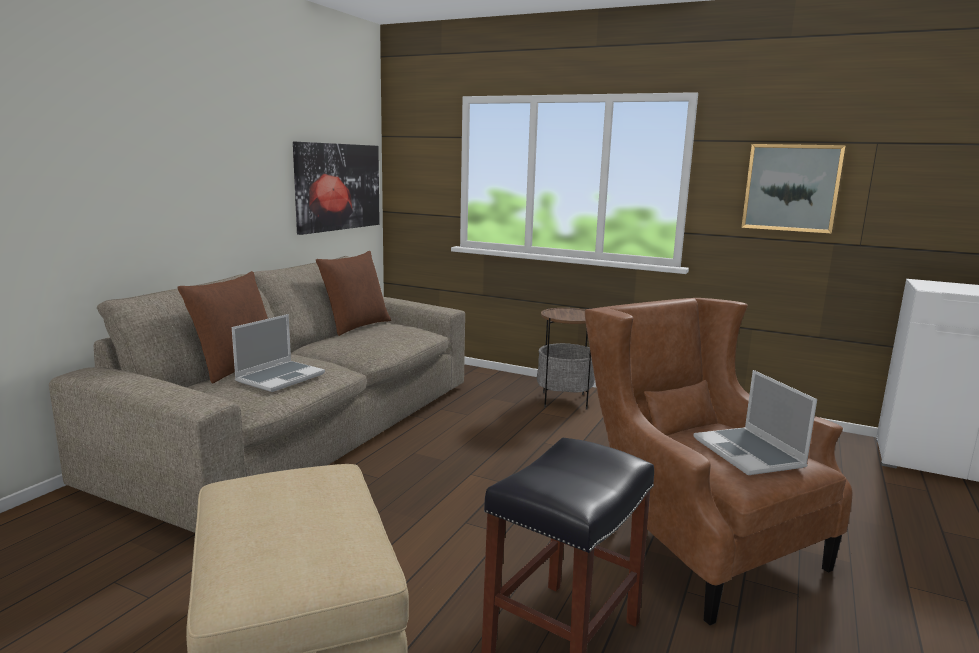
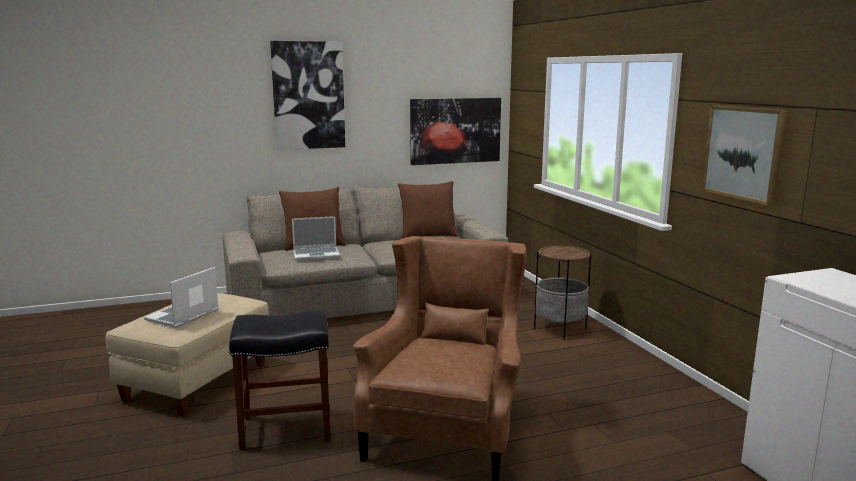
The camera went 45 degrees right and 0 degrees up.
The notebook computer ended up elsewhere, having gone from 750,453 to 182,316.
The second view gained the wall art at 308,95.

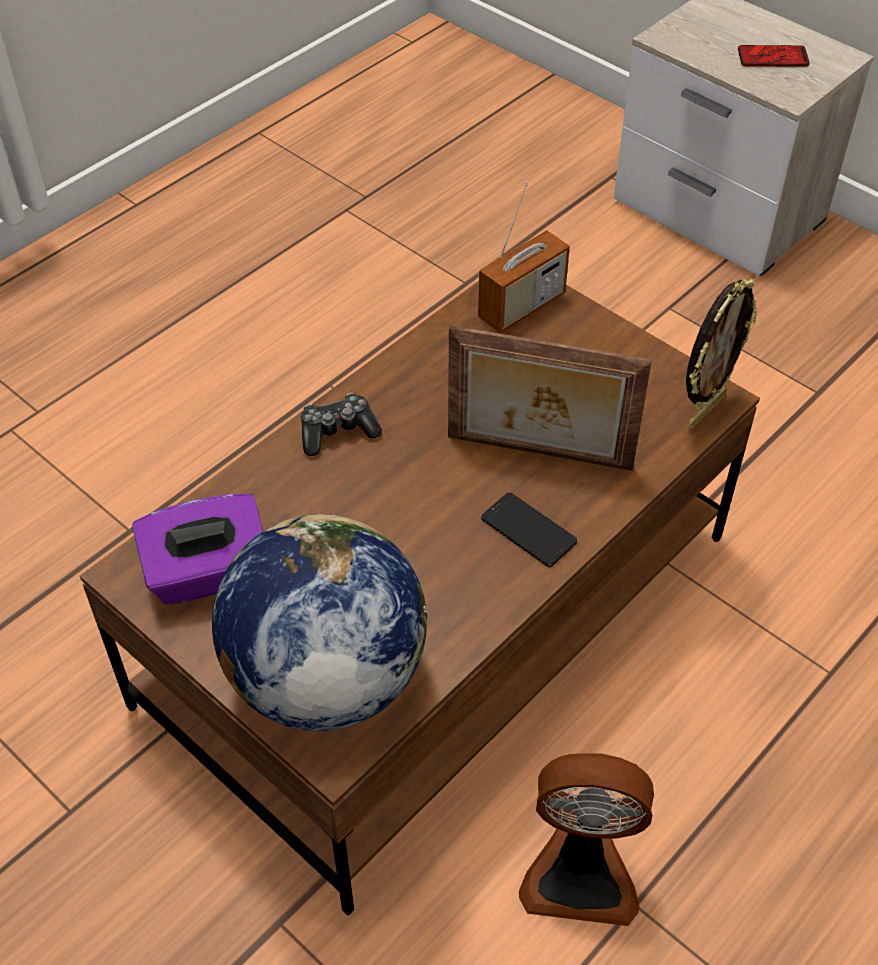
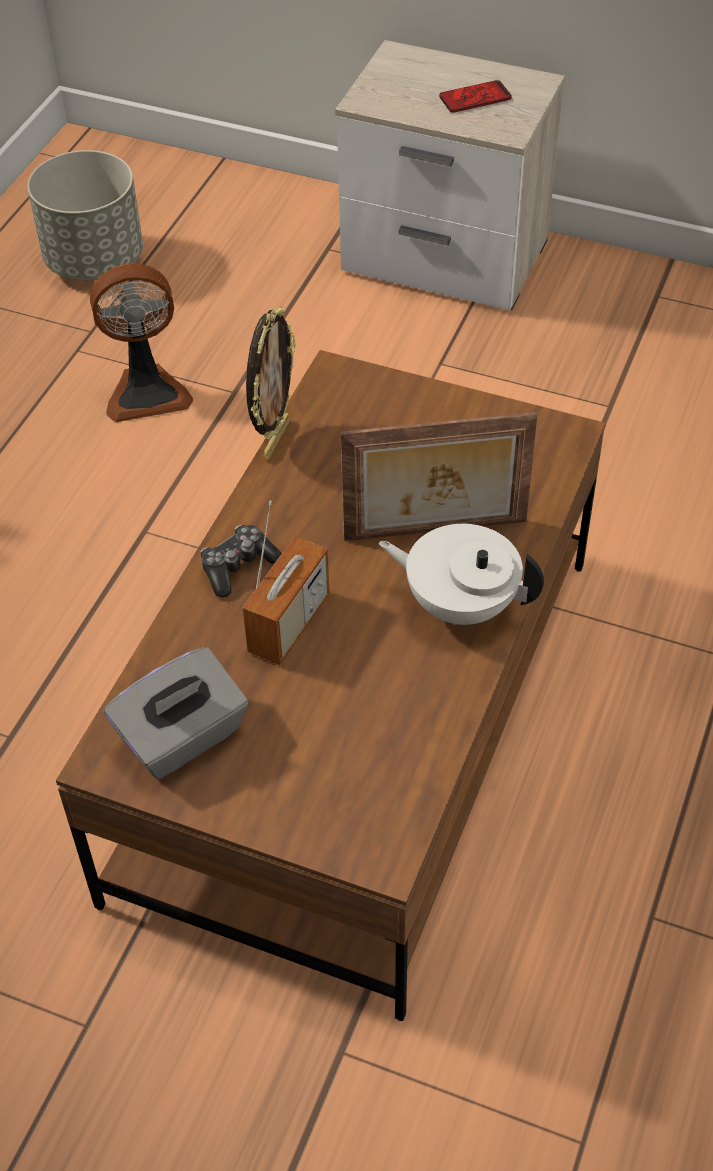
The camera went 20 degrees left and 0 degrees up.
What was the purplish tissue holder at 208,574 turned into the gray tissue holder at 183,738.
The second view lost the globe at 325,677.
The radio receiver ended up elsewhere, having gone from 521,306 to 289,624.
Where the phone stood at 528,530, the white teapot came to stand at 460,603.
The electric fan ended up elsewhere, having gone from 580,872 to 147,392.
The standing frame ended up elsewhere, having gone from 704,410 to 275,439.
The second view gained the gray flower pot at 95,261.

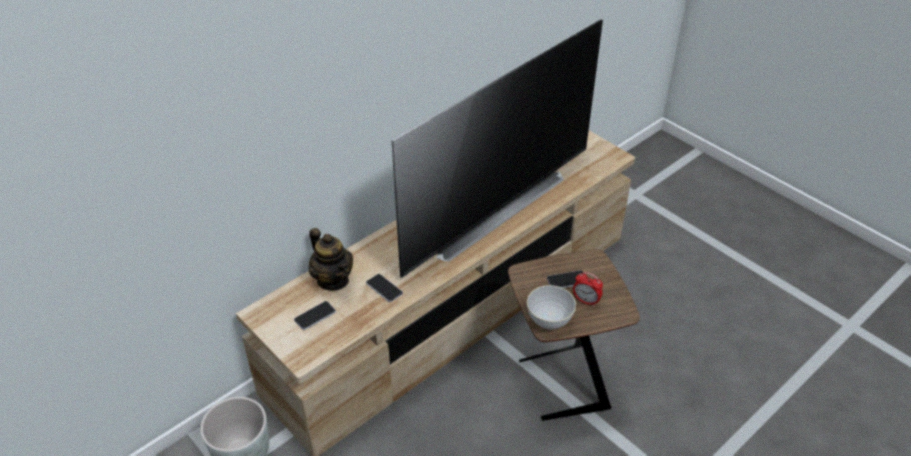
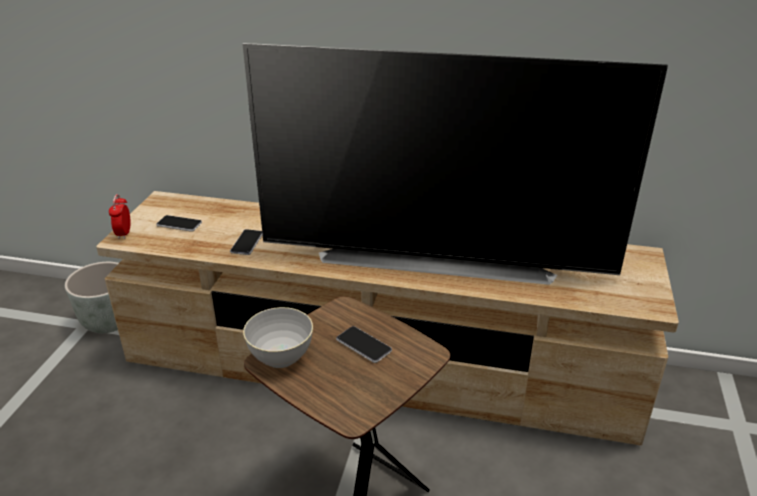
The camera went 55 degrees right and 10 degrees down.
The second view lost the teapot at 333,280.
The alarm clock ended up elsewhere, having gone from 586,301 to 124,233.

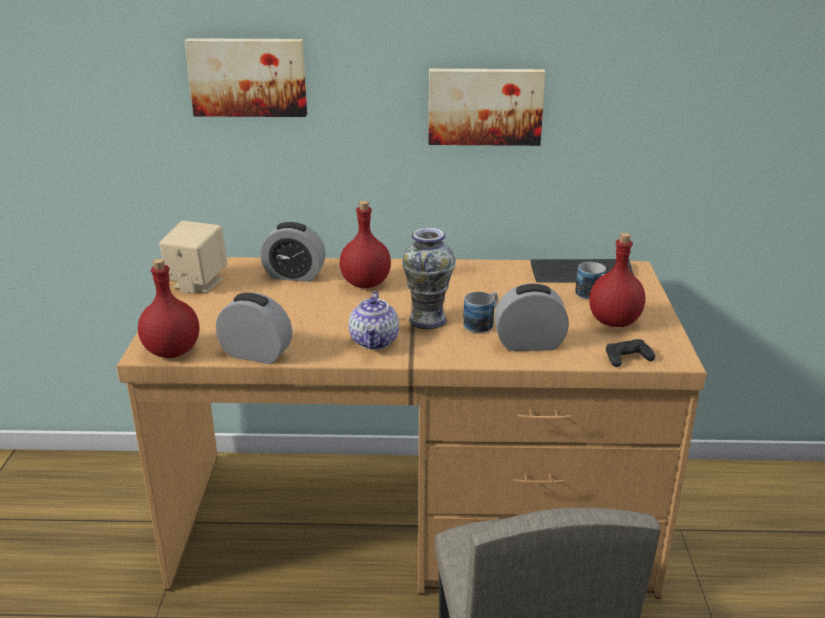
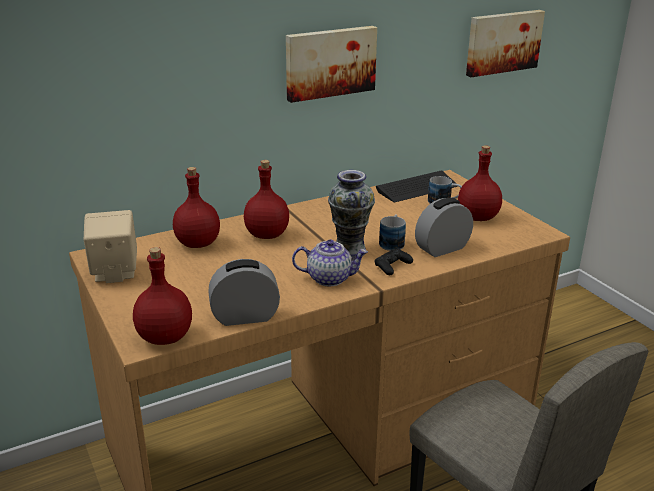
The camera went 30 degrees left and 0 degrees up.
The wall art ended up elsewhere, having gone from 248,77 to 502,42.
Where the alarm clock stood at 294,275, the red-coloured drink bottle came to stand at 198,243.
The teapot at 375,341 ended up facing another way, 60 degrees counterclockwise from before.
The blackish gamepad ended up elsewhere, having gone from 627,358 to 392,266.

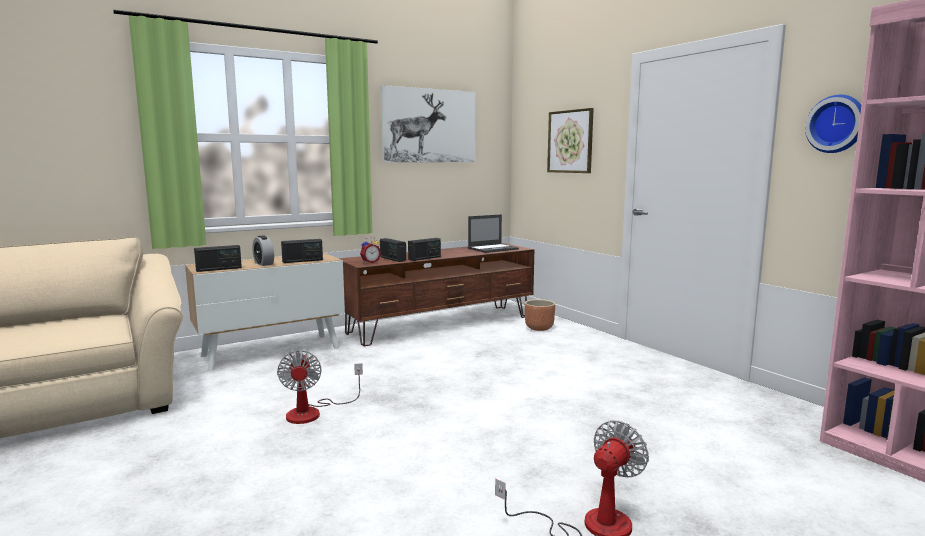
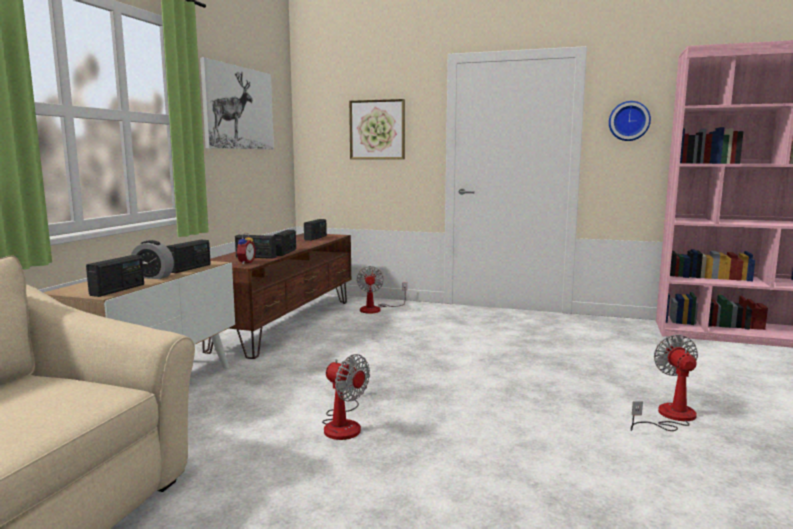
The camera went 40 degrees left and 0 degrees up.
Where the notebook computer stood at 493,249, the radio receiver came to stand at 315,238.
Where the brownish flower pot stood at 539,328, the electric fan came to stand at 376,309.

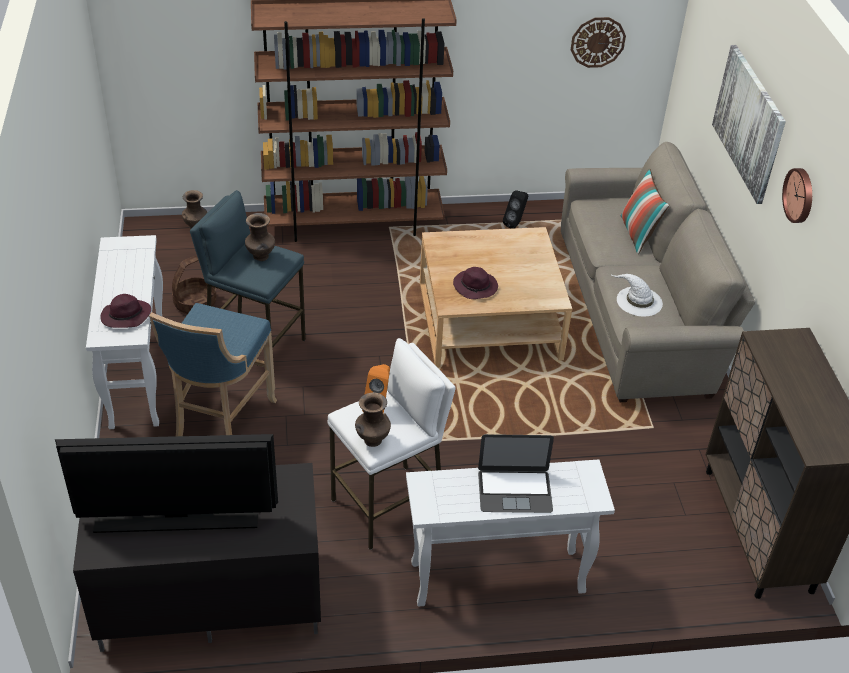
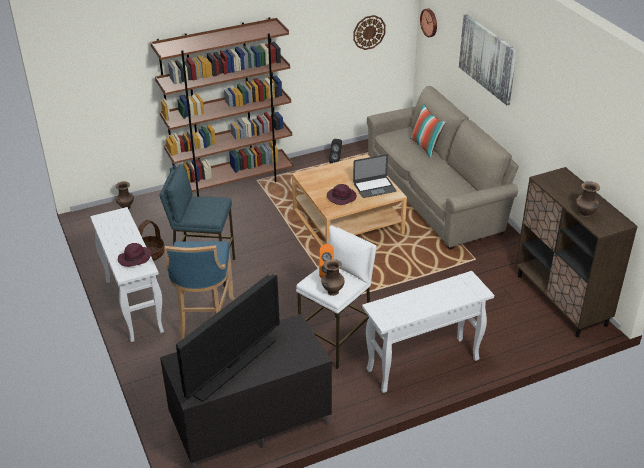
The camera went 15 degrees left and 5 degrees down.
The television at 176,520 ended up facing another way, 150 degrees clockwise from before.
The brownish vase ended up elsewhere, having gone from 261,257 to 585,214.
The notebook computer ended up elsewhere, having gone from 514,491 to 374,187.
The second view lost the white wearable hat at 638,301.
The wall clock ended up elsewhere, having gone from 800,195 to 429,22.

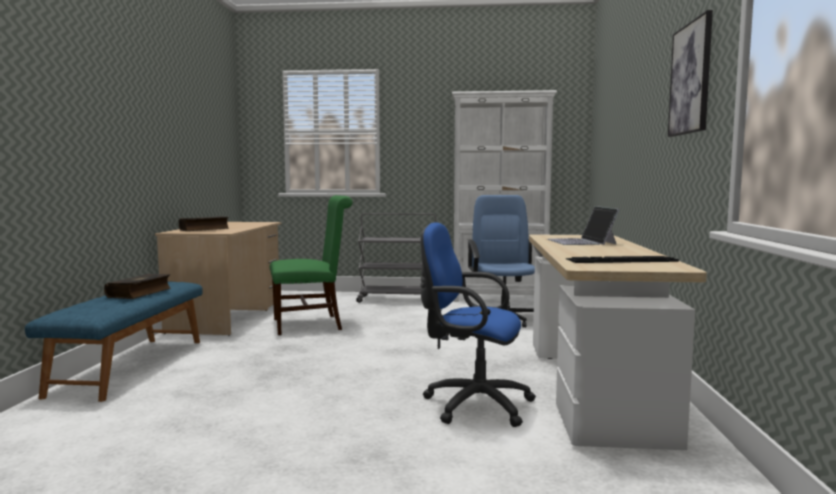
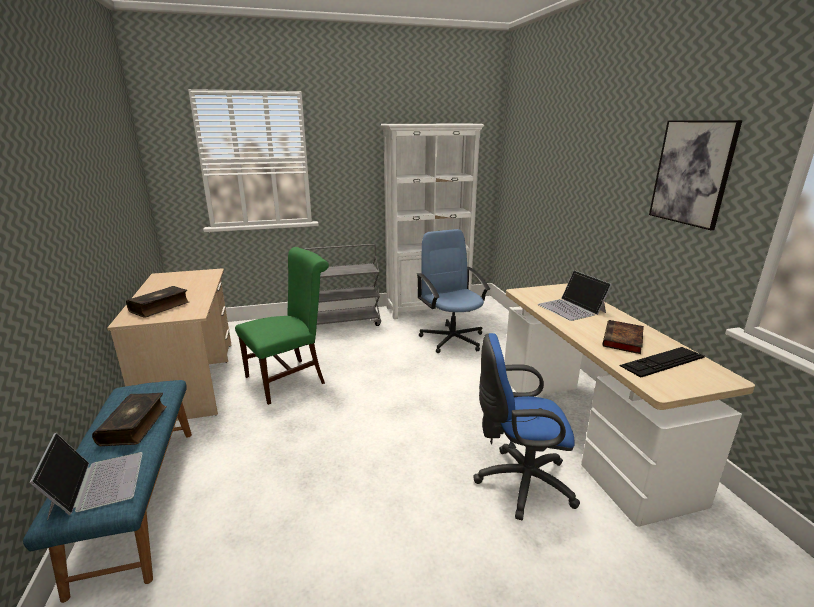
The camera went 20 degrees left and 15 degrees up.
The second view gained the notebook computer at 97,483.
The second view gained the book at 623,340.

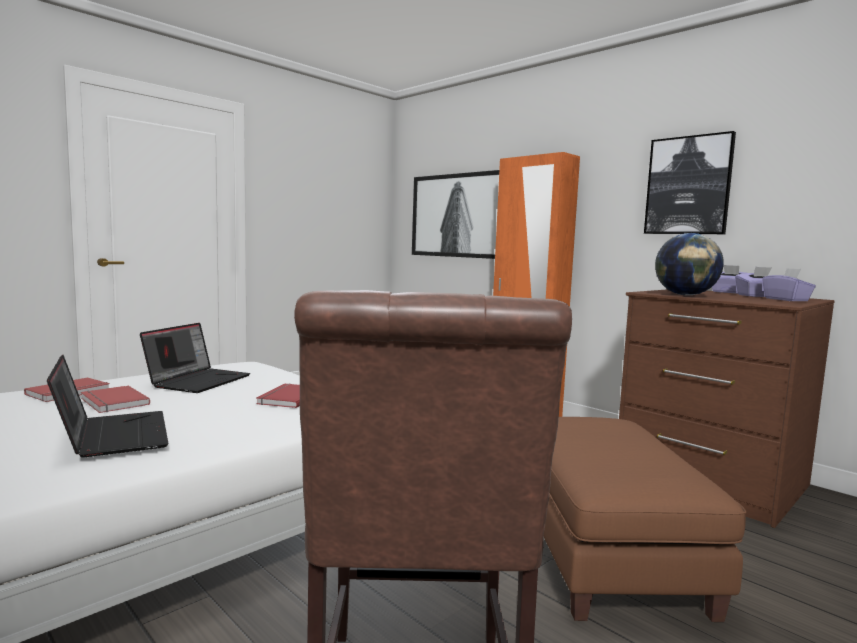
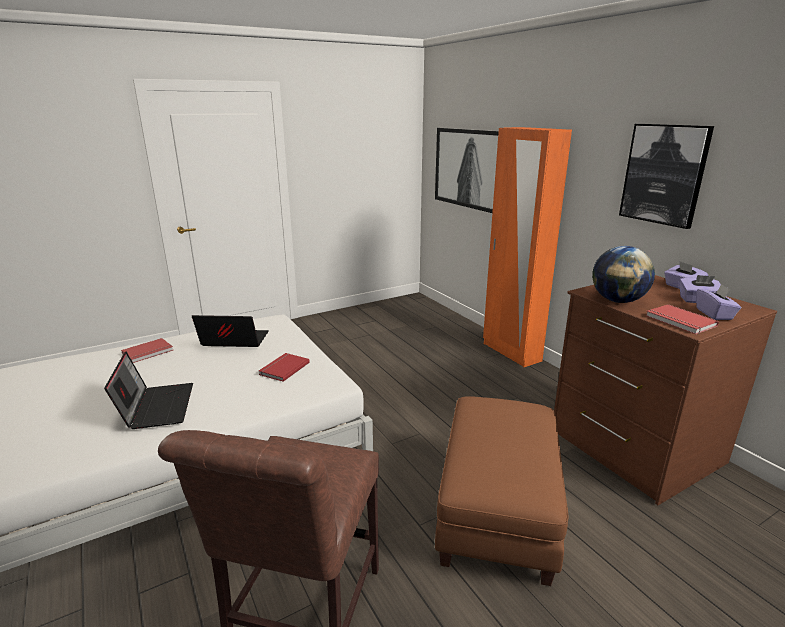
The camera went 15 degrees right and 15 degrees up.
The red-coloured book ended up elsewhere, having gone from 112,402 to 679,321.
The notebook computer at 198,381 ended up facing another way, 120 degrees counterclockwise from before.

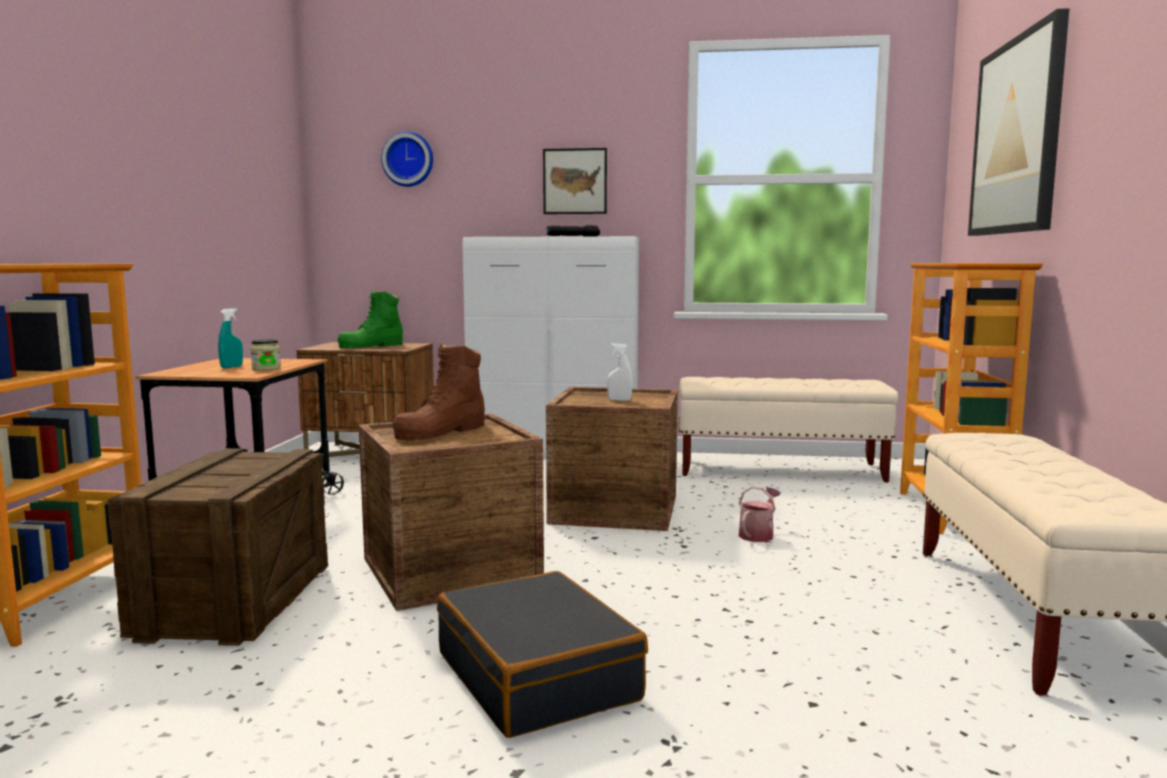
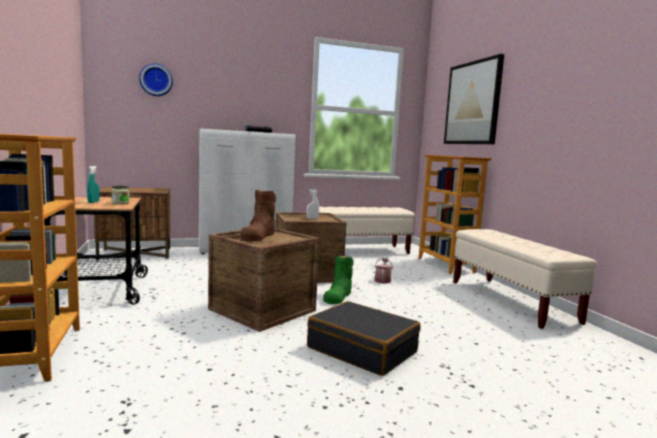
The camera went 25 degrees left and 0 degrees up.
The second view lost the crate at 235,600.
The greenish tall boot ended up elsewhere, having gone from 371,346 to 338,297.
The second view lost the wall art at 575,181.

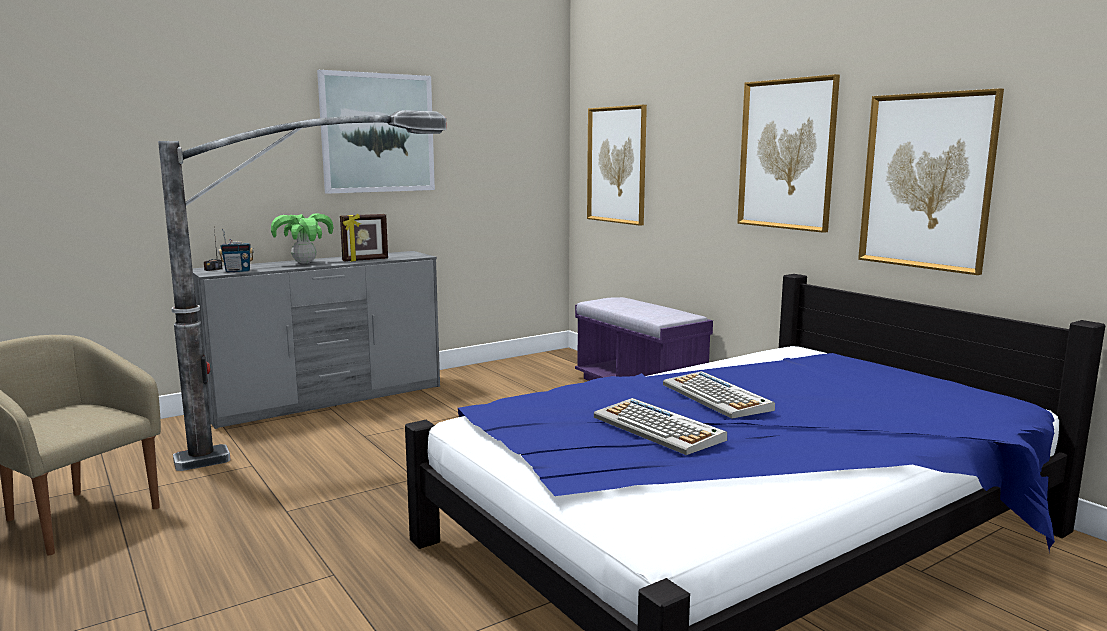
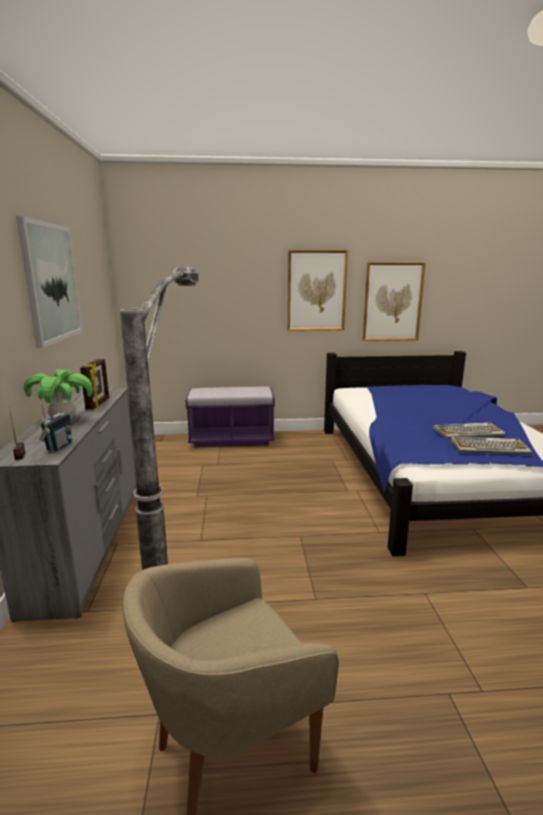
The camera went 60 degrees left and 5 degrees up.
The second view lost the wall art at 617,165.
The computer keyboard ended up elsewhere, having gone from 717,397 to 489,447.

